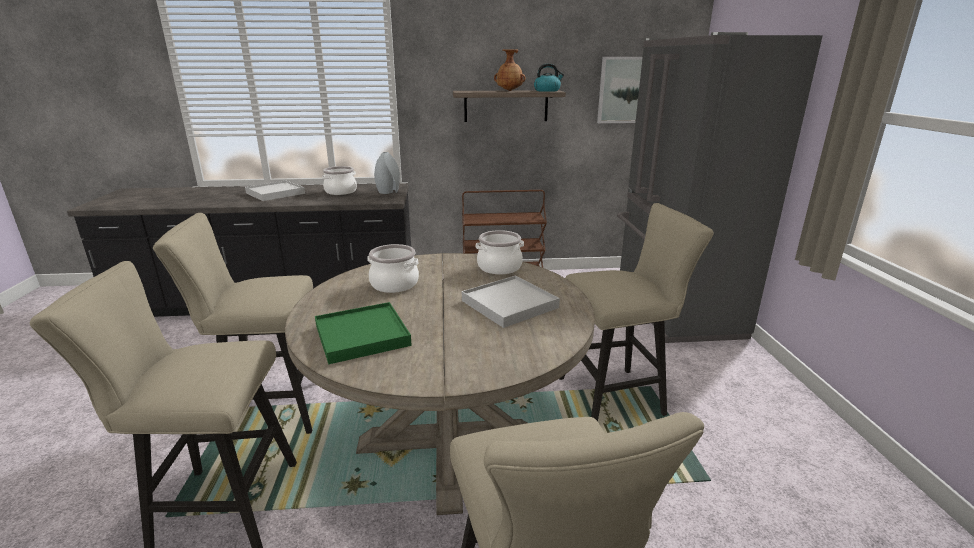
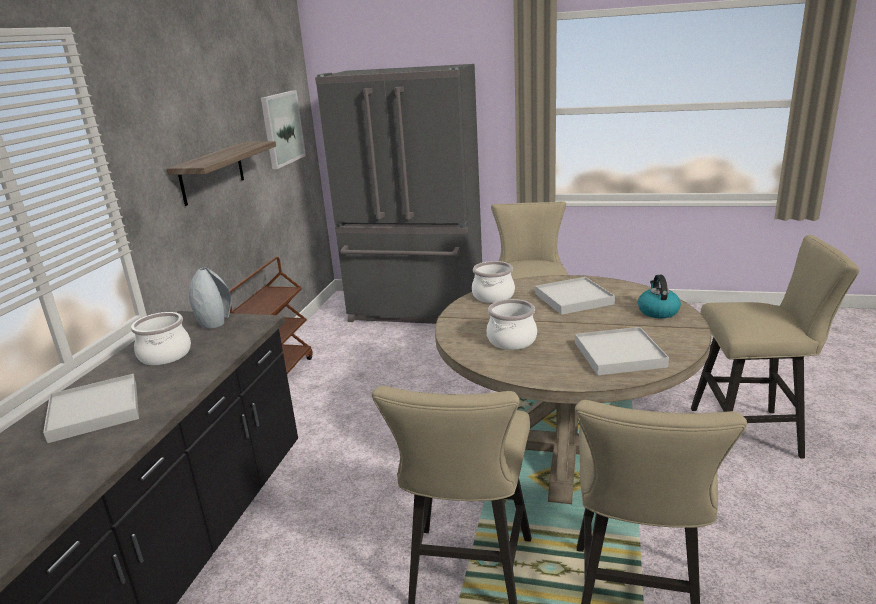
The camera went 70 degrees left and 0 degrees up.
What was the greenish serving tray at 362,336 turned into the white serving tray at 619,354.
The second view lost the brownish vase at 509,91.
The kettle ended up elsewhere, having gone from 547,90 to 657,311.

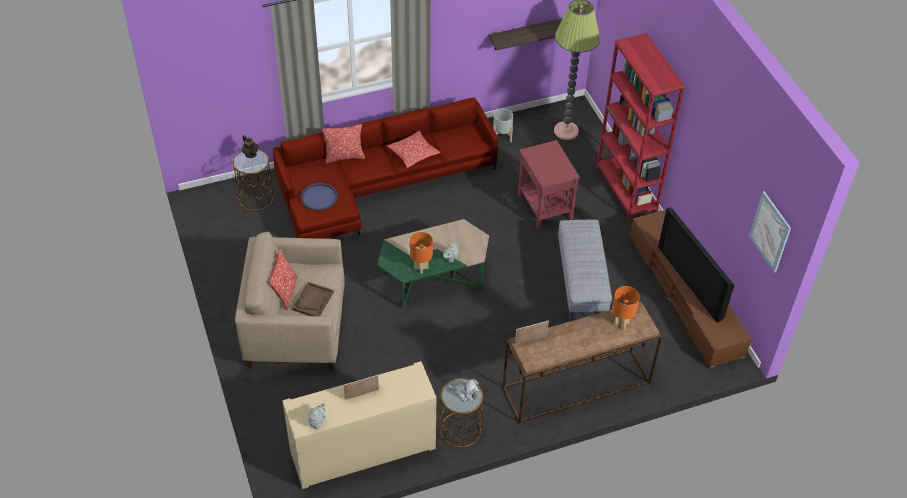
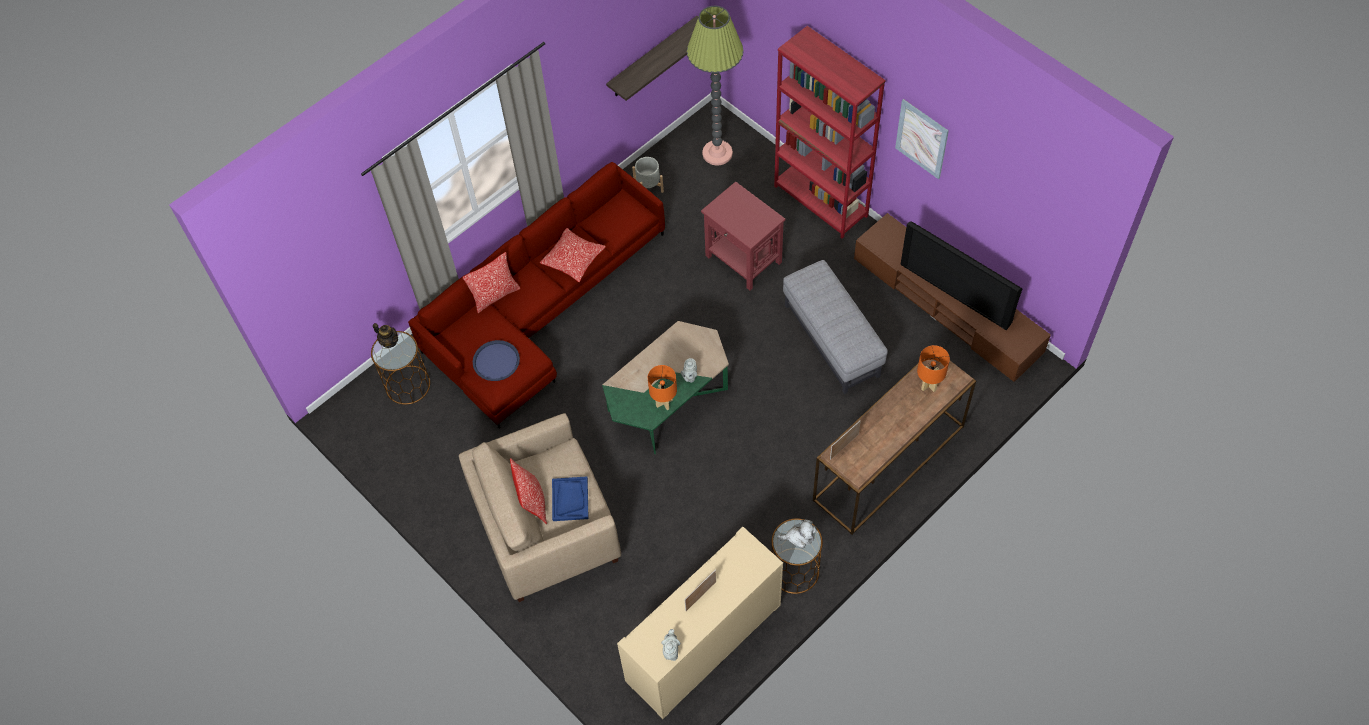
The camera went 20 degrees left and 10 degrees up.
What was the brownish serving tray at 313,301 turned into the blue serving tray at 570,499.
The wall art ended up elsewhere, having gone from 770,231 to 921,139.

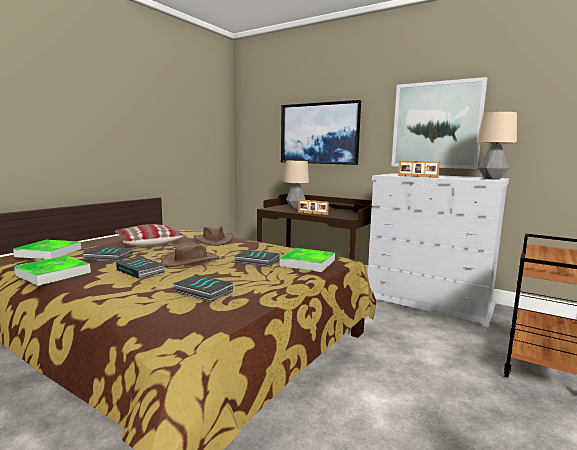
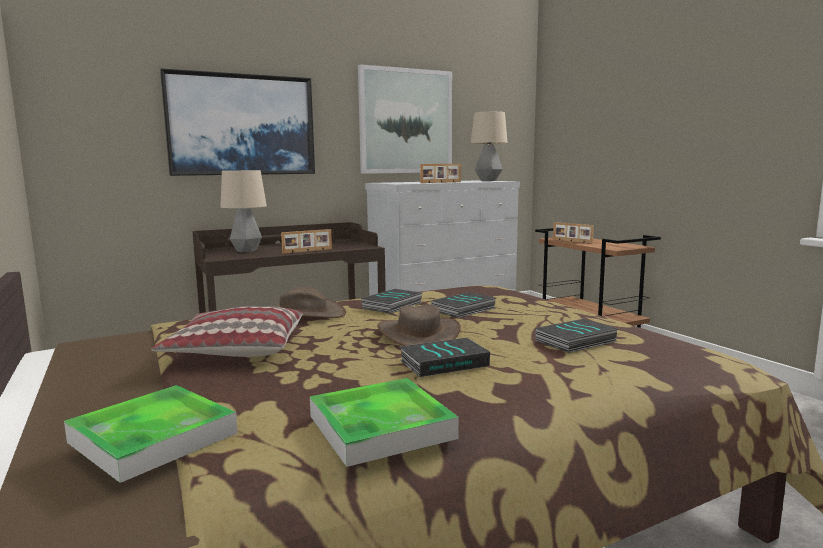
The camera went 60 degrees left and 0 degrees up.
The book ended up elsewhere, having gone from 108,258 to 393,306.
The second view lost the serving tray at 307,263.
The second view gained the standing frame at 571,241.

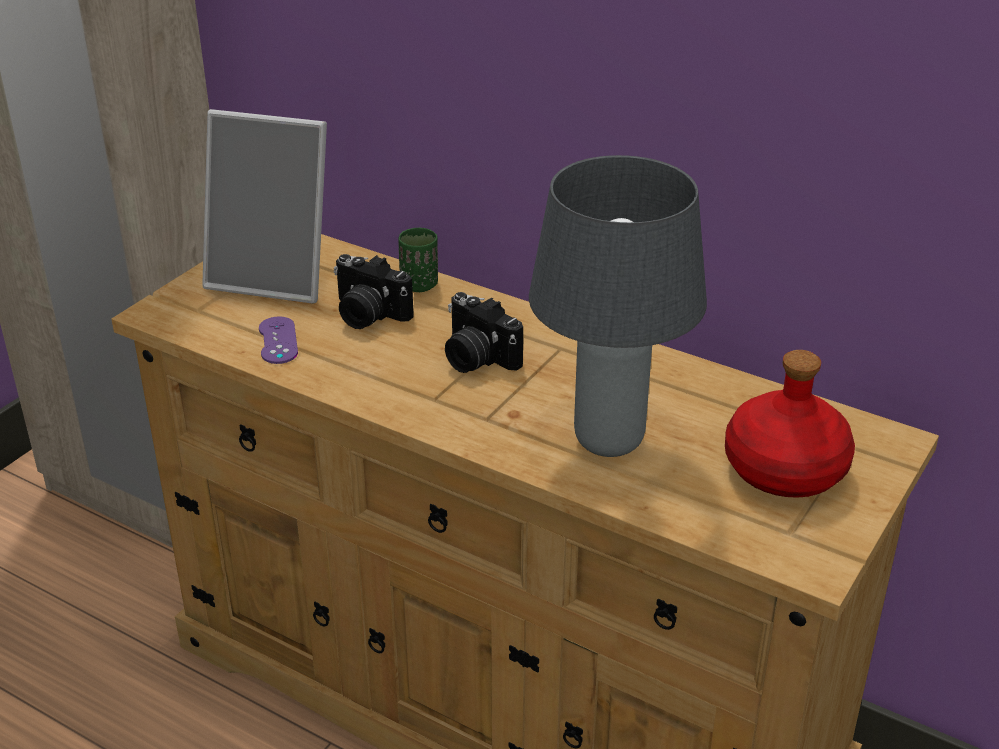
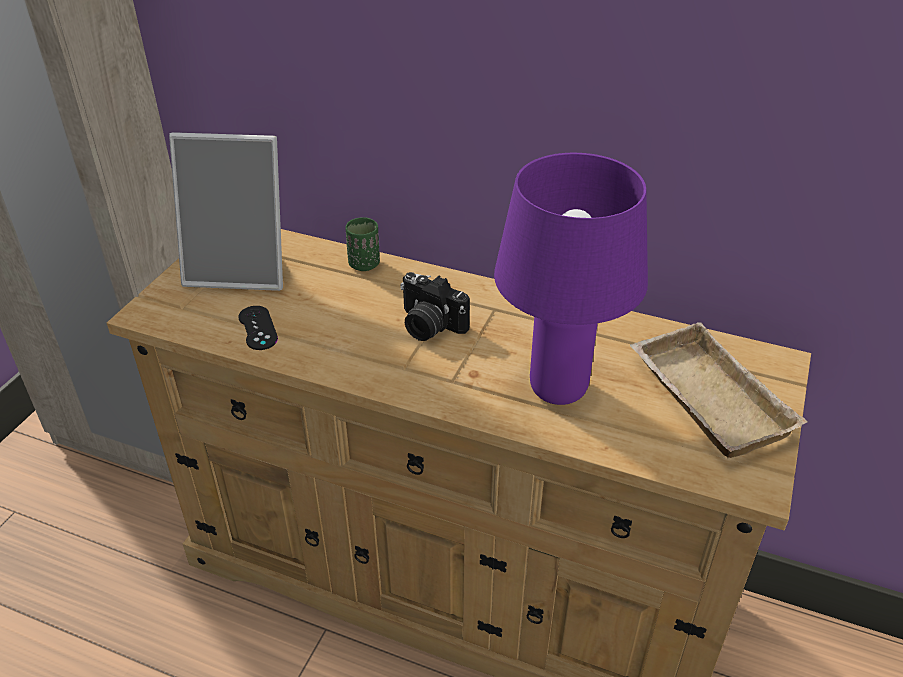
The camera went 10 degrees left and 5 degrees up.
What was the purplish gamepad at 278,340 turned into the blackish gamepad at 258,328.
The second view lost the still camera at 367,315.
What was the gray tabletop lamp at 608,439 turned into the purplish tabletop lamp at 557,388.
Where the red-coloured drink bottle stood at 783,469, the sand-coloured serving tray came to stand at 704,398.

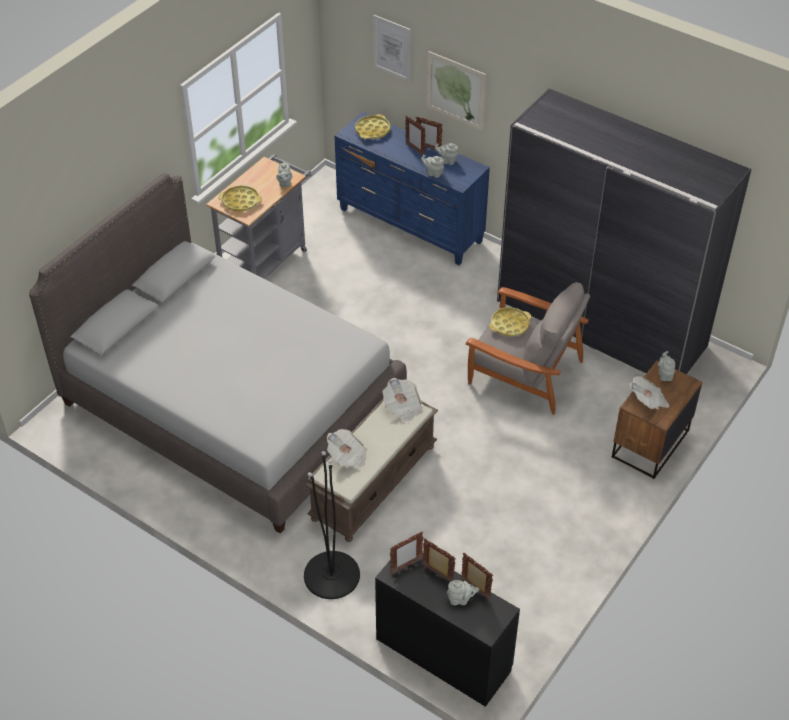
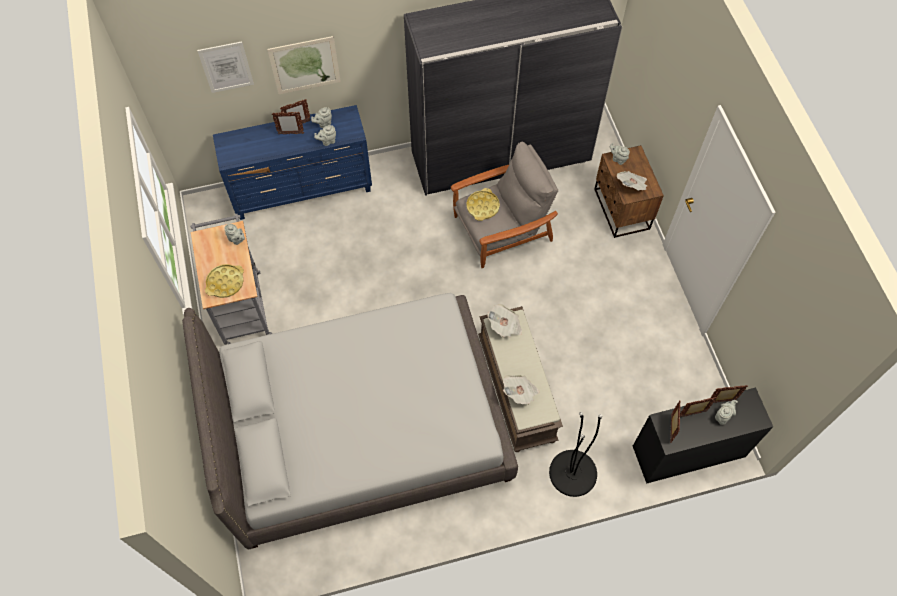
The camera went 50 degrees left and 15 degrees up.
The second view lost the yellow serving tray at 372,130.

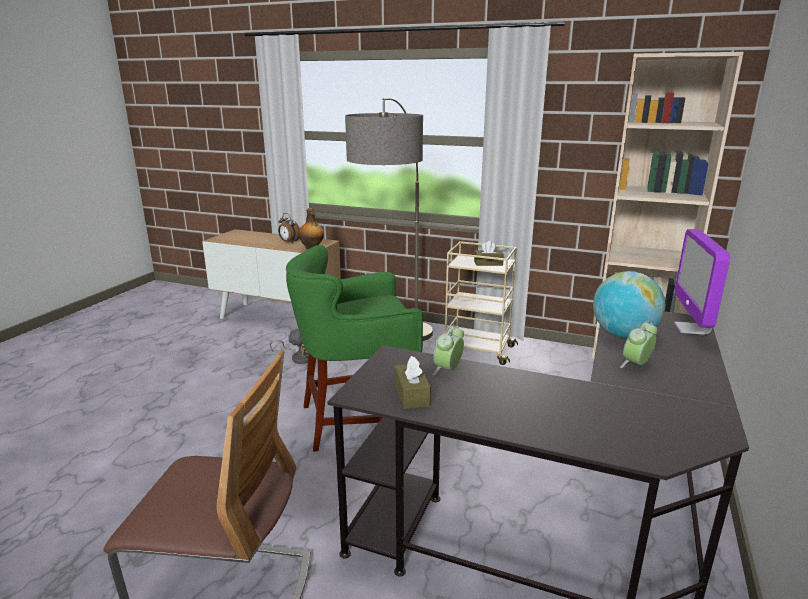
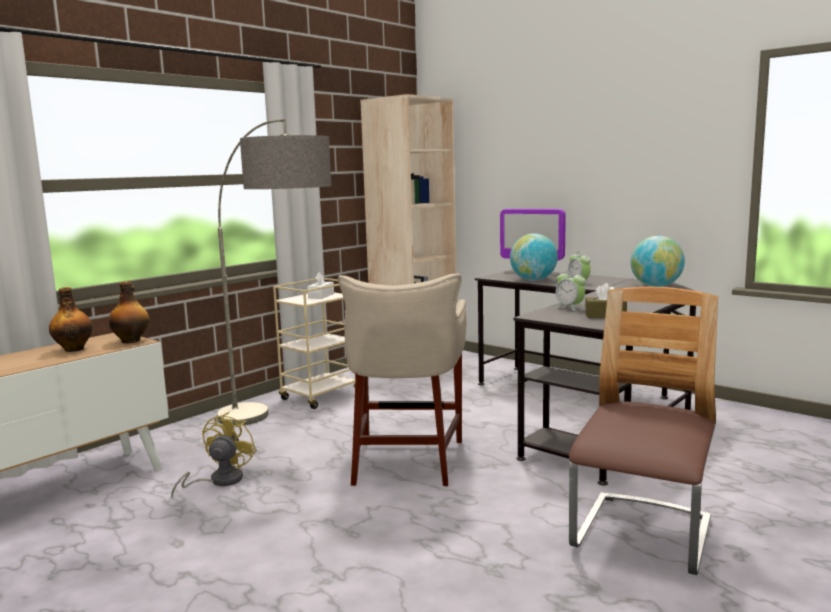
The camera went 70 degrees left and 10 degrees down.
Where the alarm clock stood at 289,242, the drink bottle came to stand at 74,349.
What was the greenish stool at 358,421 turned into the sand-coloured stool at 407,461.
What was the brownish tissue holder at 488,263 turned into the white tissue holder at 321,296.
The second view gained the globe at 656,286.

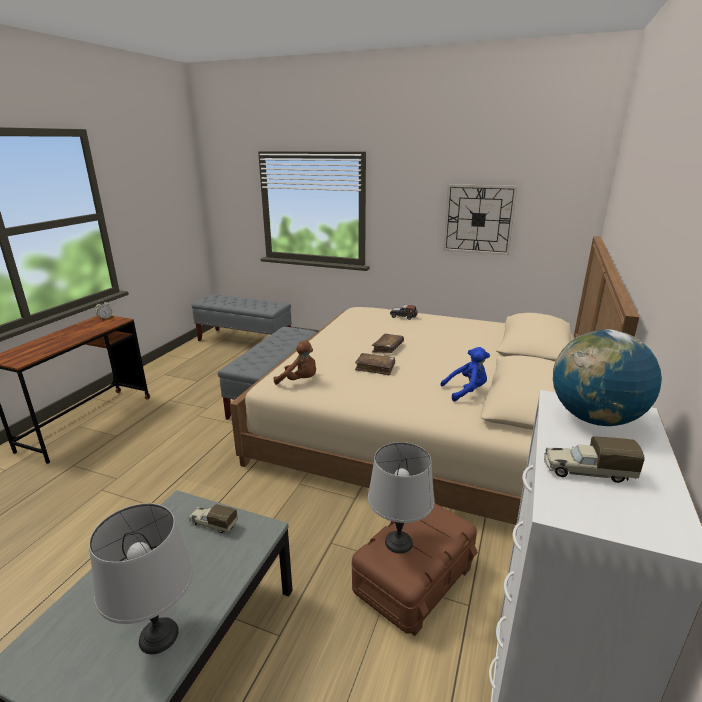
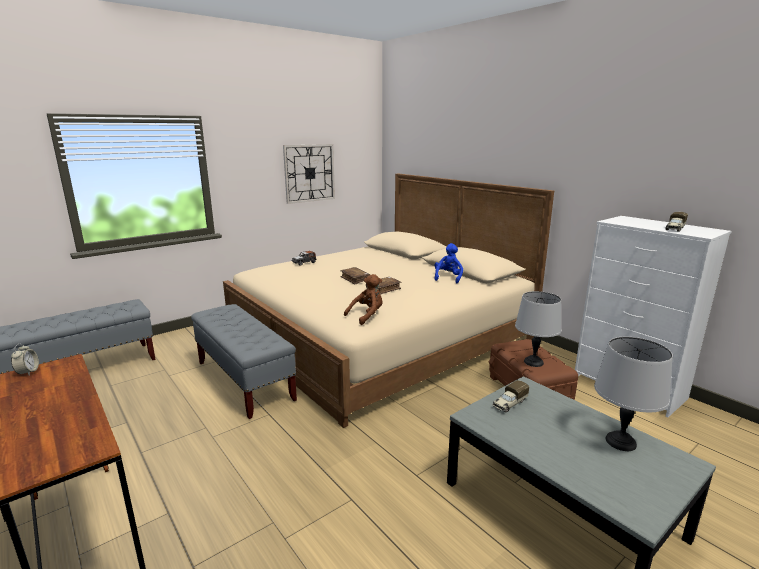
The camera went 60 degrees left and 5 degrees down.
The second view lost the globe at 594,419.

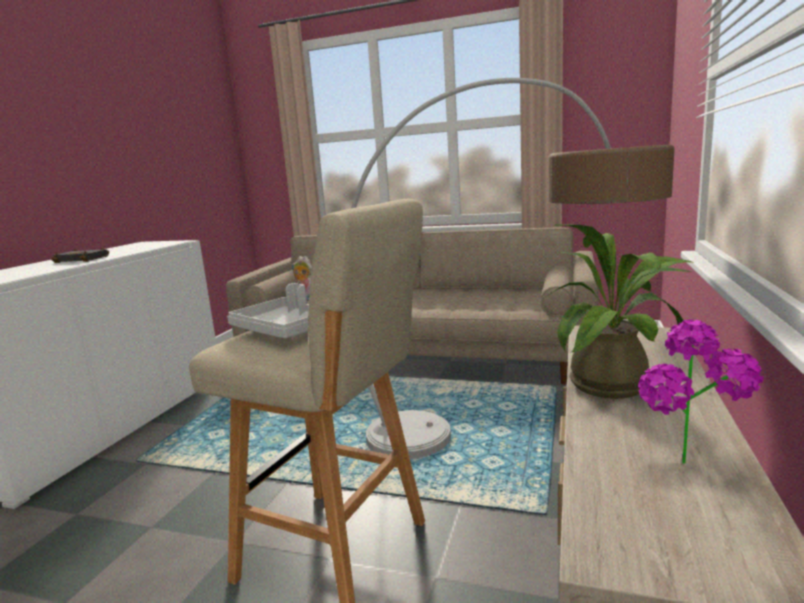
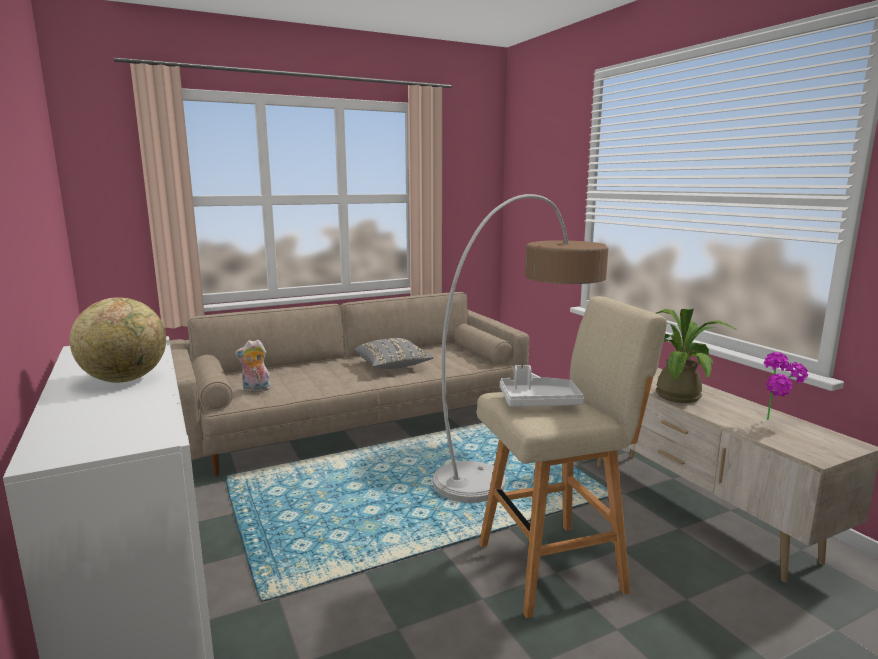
The camera went 45 degrees left and 0 degrees up.
Where the blackish book stood at 84,259, the globe came to stand at 125,379.
The second view gained the gray pillow at 392,366.

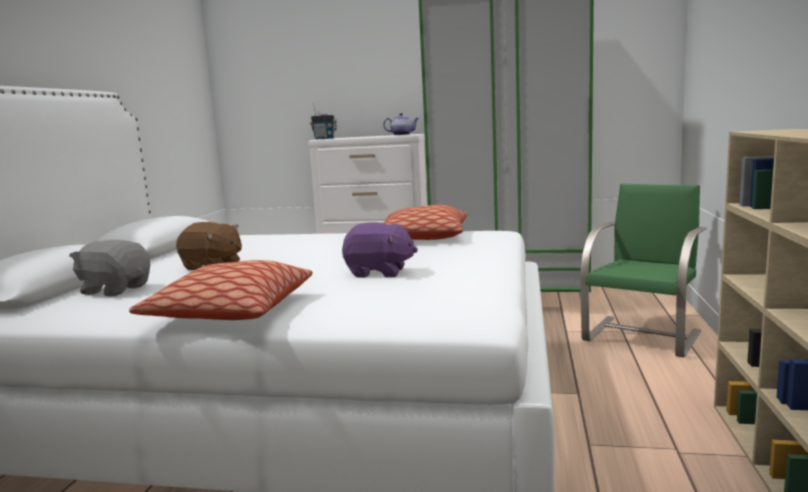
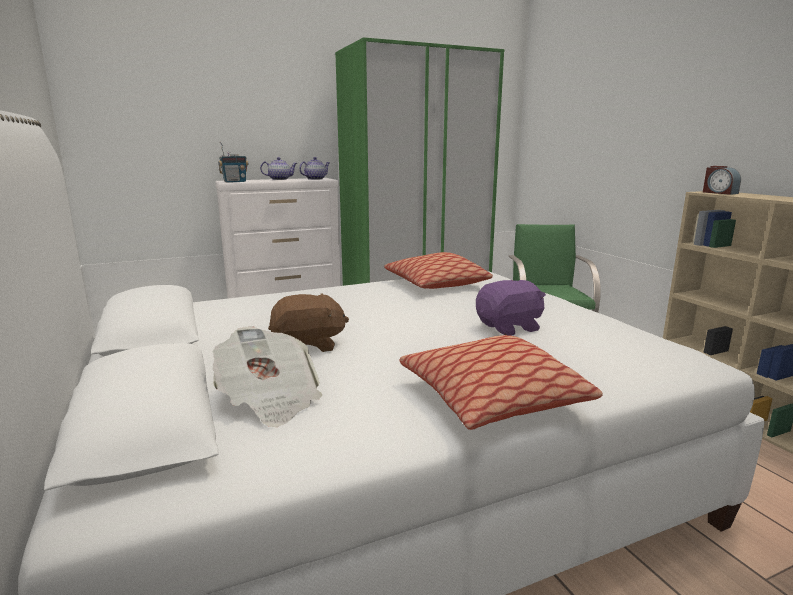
The camera went 35 degrees left and 5 degrees up.
Where the gray plush toy stood at 115,289, the newspaper came to stand at 269,400.
The second view gained the teapot at 280,179.
The second view gained the alarm clock at 719,193.

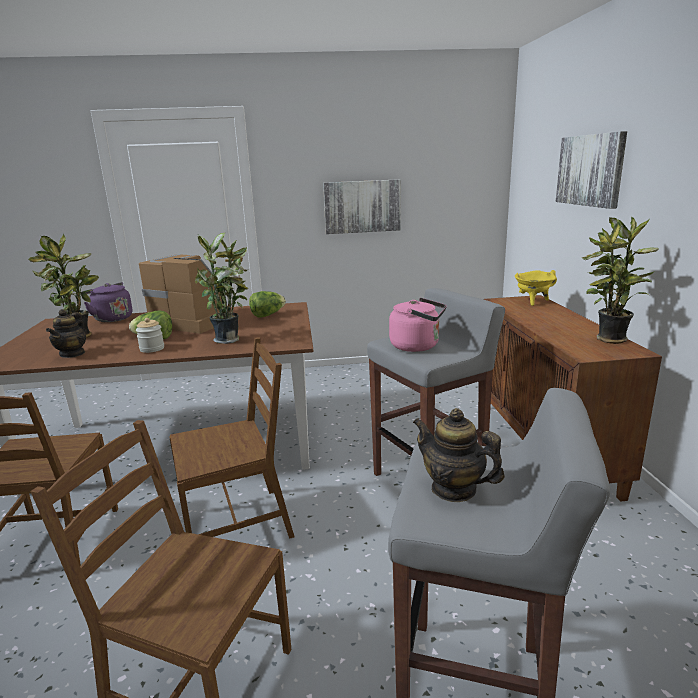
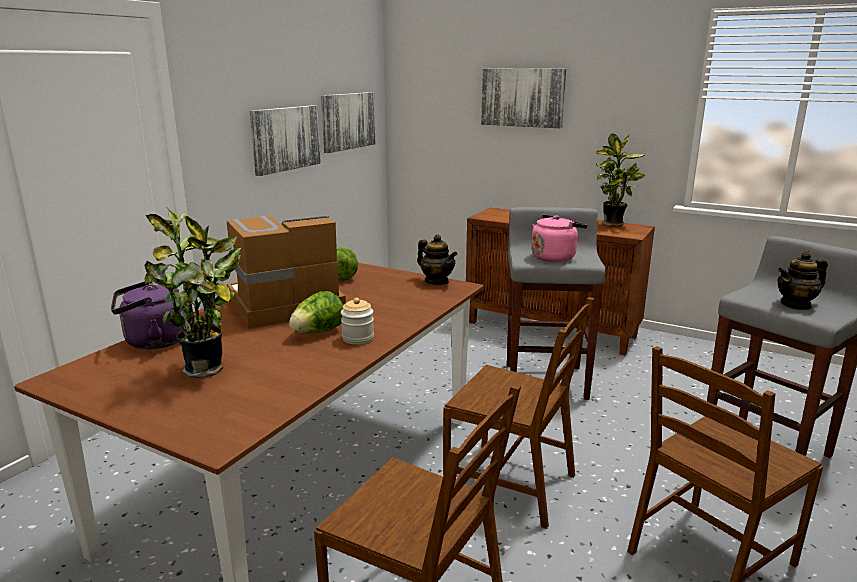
The camera went 55 degrees left and 0 degrees up.
The teapot ended up elsewhere, having gone from 72,354 to 437,281.
The brownish plain chair at 237,524 ended up facing another way, 105 degrees clockwise from before.
The second view lost the potted plant at 230,339.
The second view lost the yellow cooking pot at 533,302.
The second view gained the wall art at 347,121.

